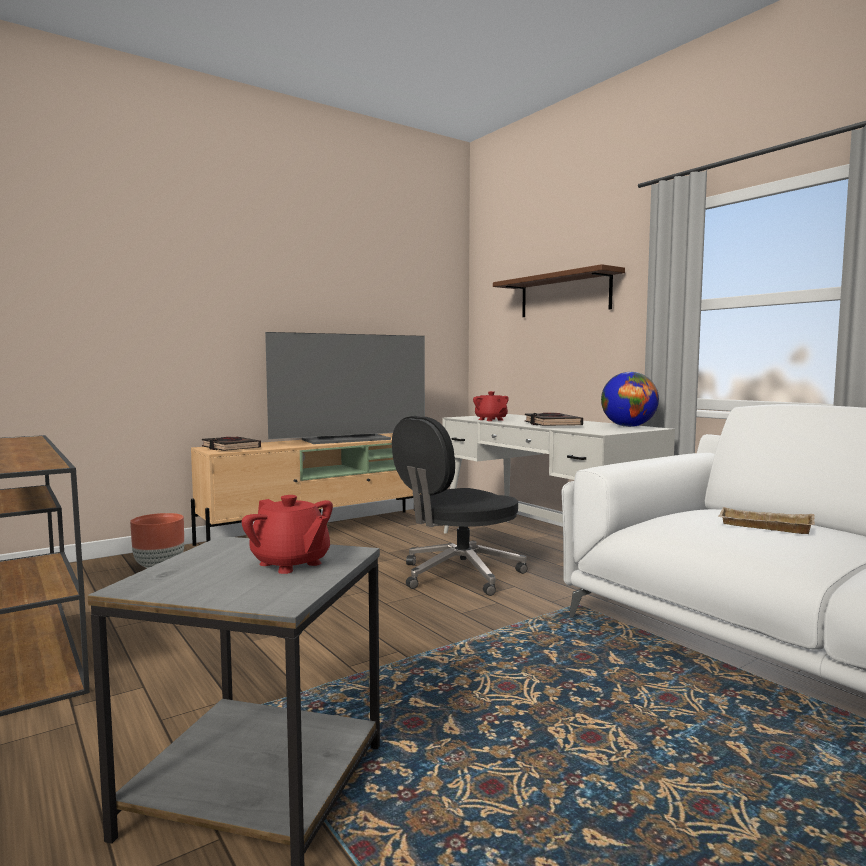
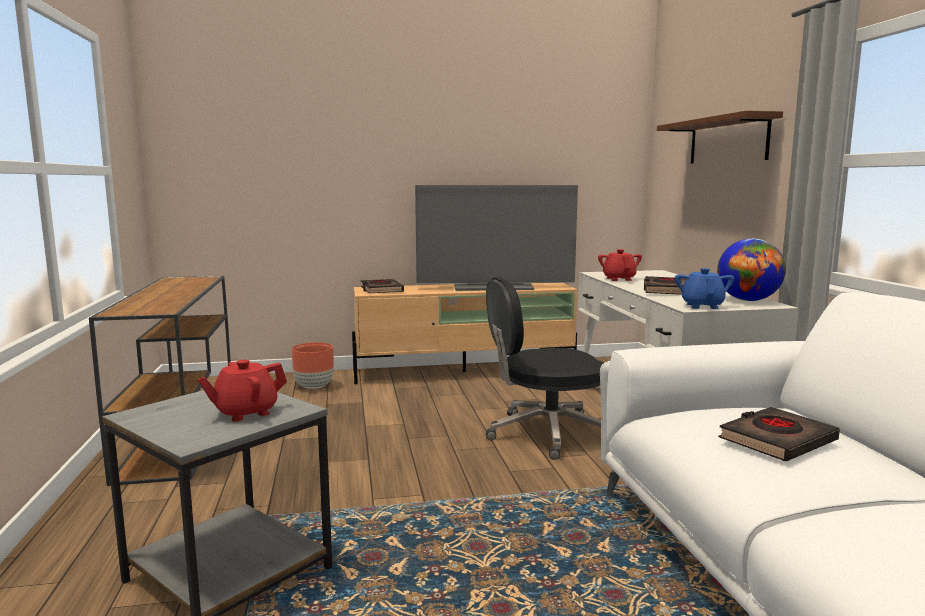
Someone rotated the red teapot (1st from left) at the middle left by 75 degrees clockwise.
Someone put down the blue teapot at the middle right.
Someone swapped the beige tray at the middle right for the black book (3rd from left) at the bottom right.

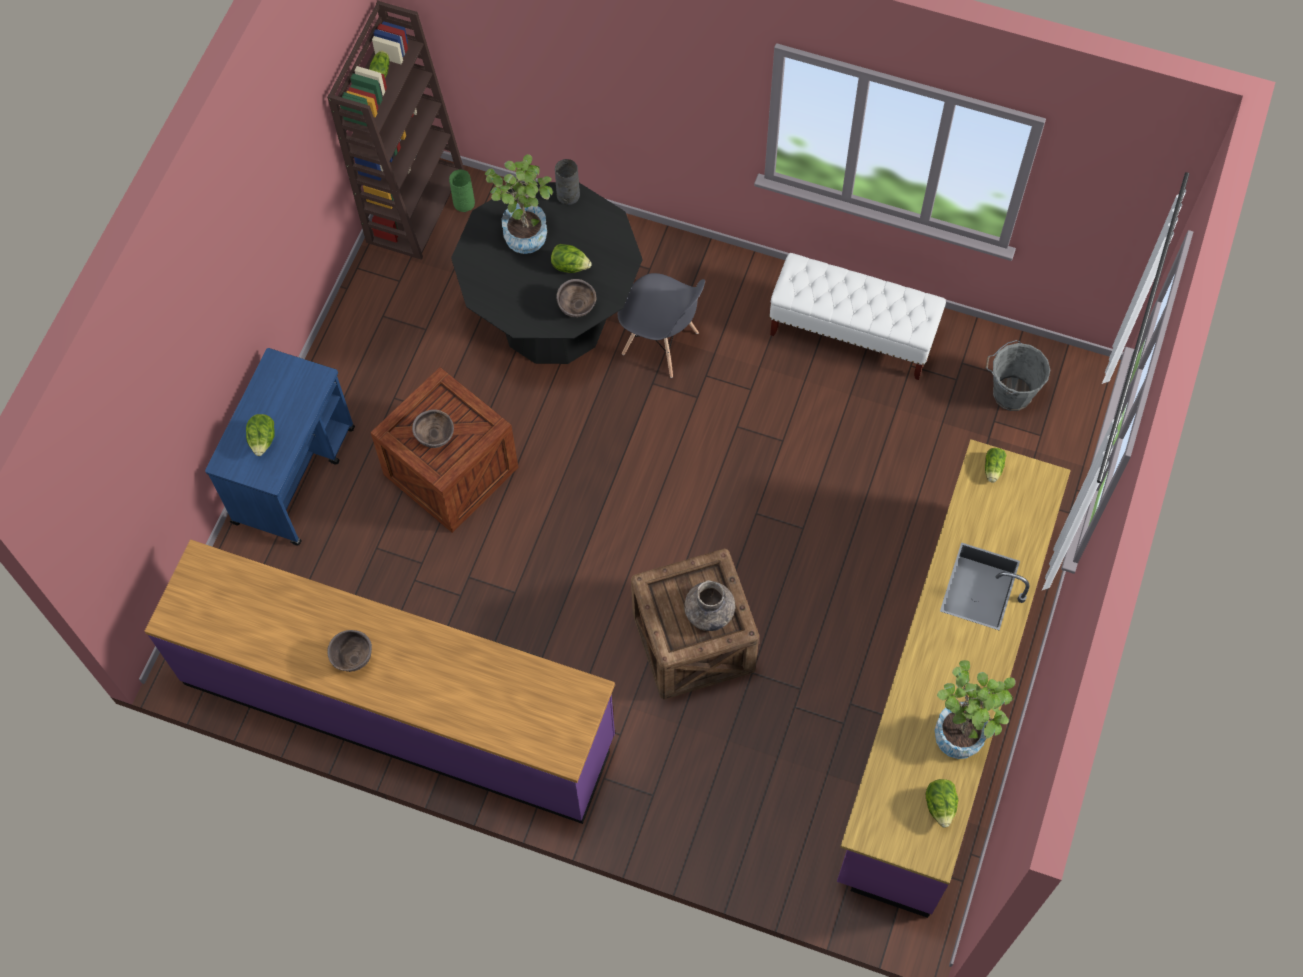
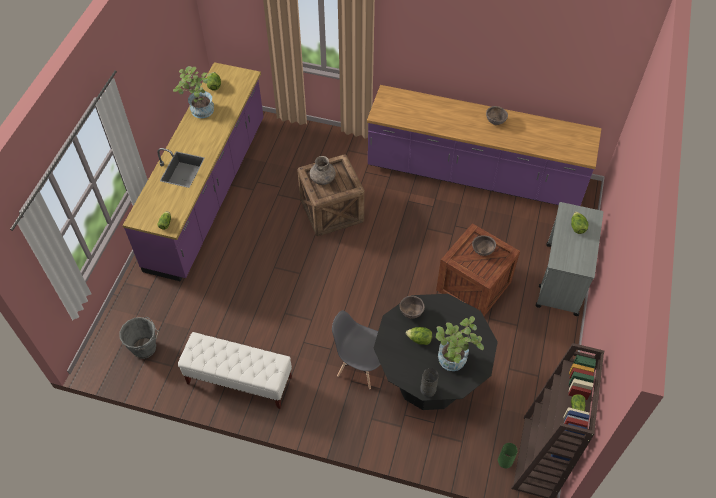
Someone repainted the blue cart at the middle left, which became the grey cart at the middle right.

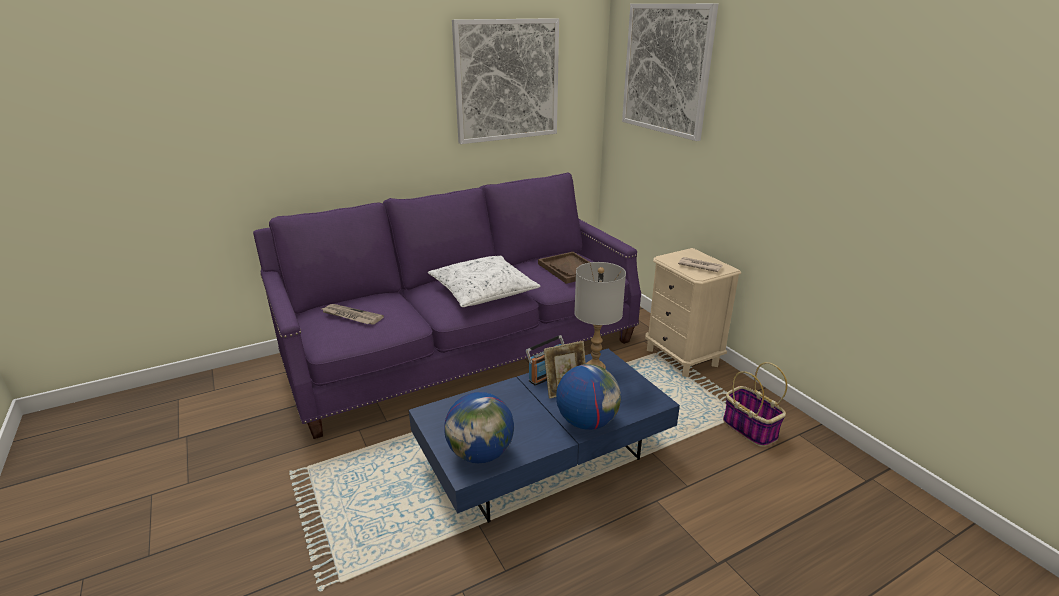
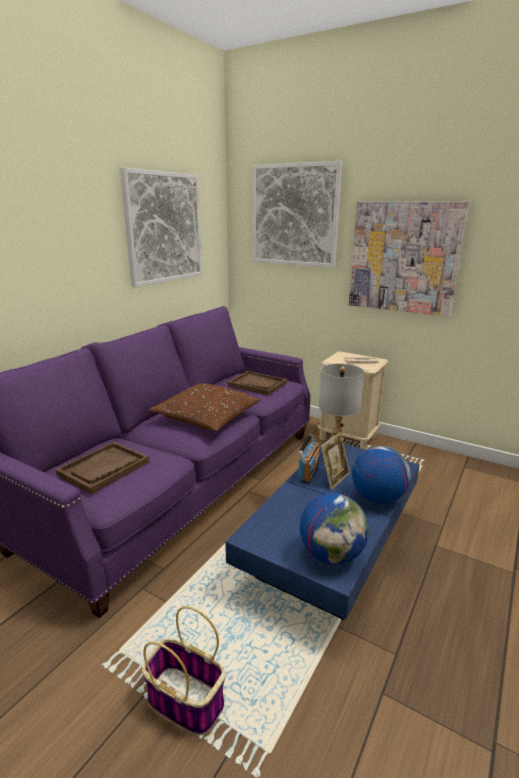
Someone swapped the newspaper (1st from left) at the centre for the brown tray (1st from left) at the middle left.
Someone carried the basket from the bottom right to the bottom centre.
Someone repainted the white pillow at the centre, which became the brown pillow at the centre.
Someone put up the picture (3rd from left) at the top right.

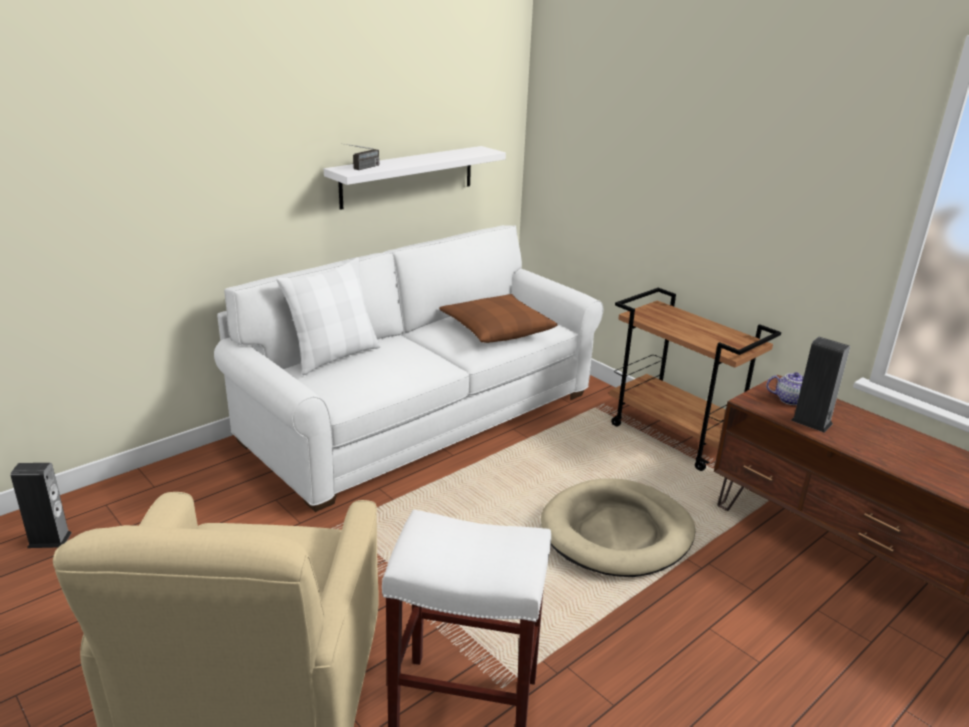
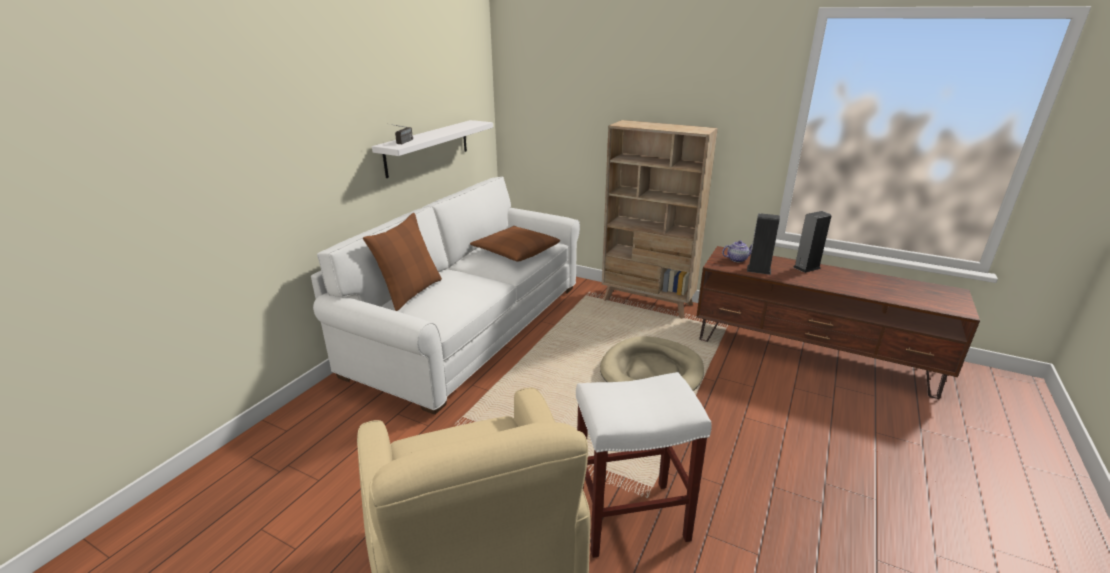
Someone repainted the white pillow at the centre, which became the brown pillow (1st from left) at the centre.
Someone swapped the brown cart at the middle right for the beige bookcase at the centre.
Someone carried the speaker (1st from left in the first image) from the bottom left to the middle right.

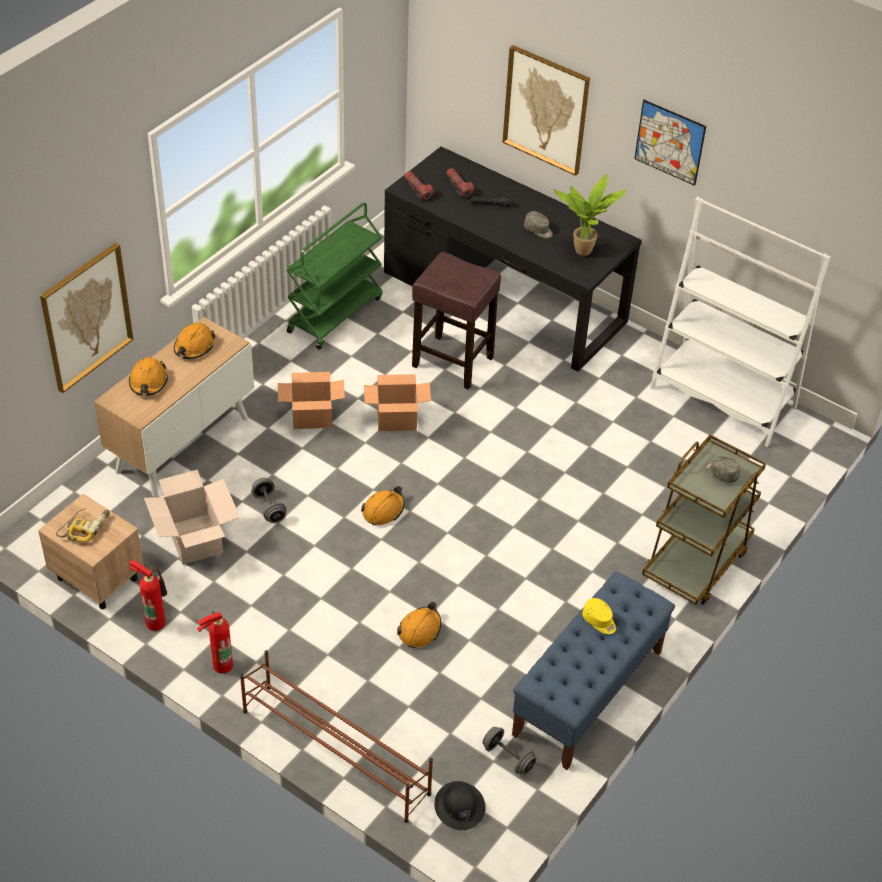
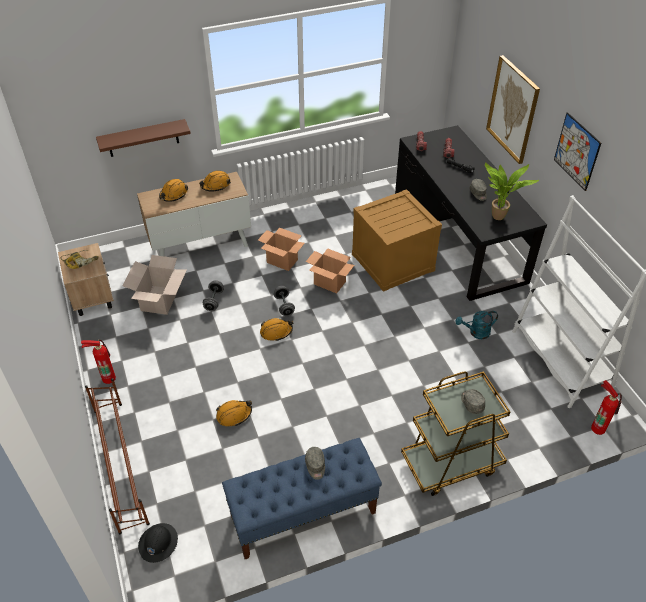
Someone swapped the picture (1st from left) at the middle left for the brown shelf at the top left.
Someone carried the grey dumbbell (2nd from left) from the bottom centre to the centre.
Someone repainted the yellow cap at the bottom right, which became the grey cap (1st from left) at the bottom centre.
Someone swapped the brown stool at the centre for the crate at the centre.
Someone put down the turquoise watering can at the middle right.
Someone carried the fire extinguisher (1st from left in the first image) from the bottom left to the bottom right.
Someone took away the green cart at the top centre.

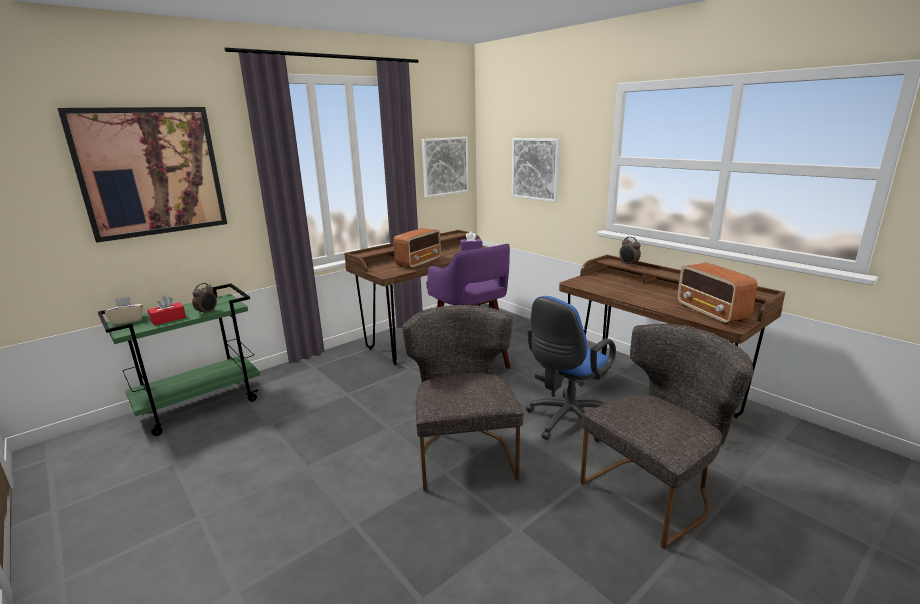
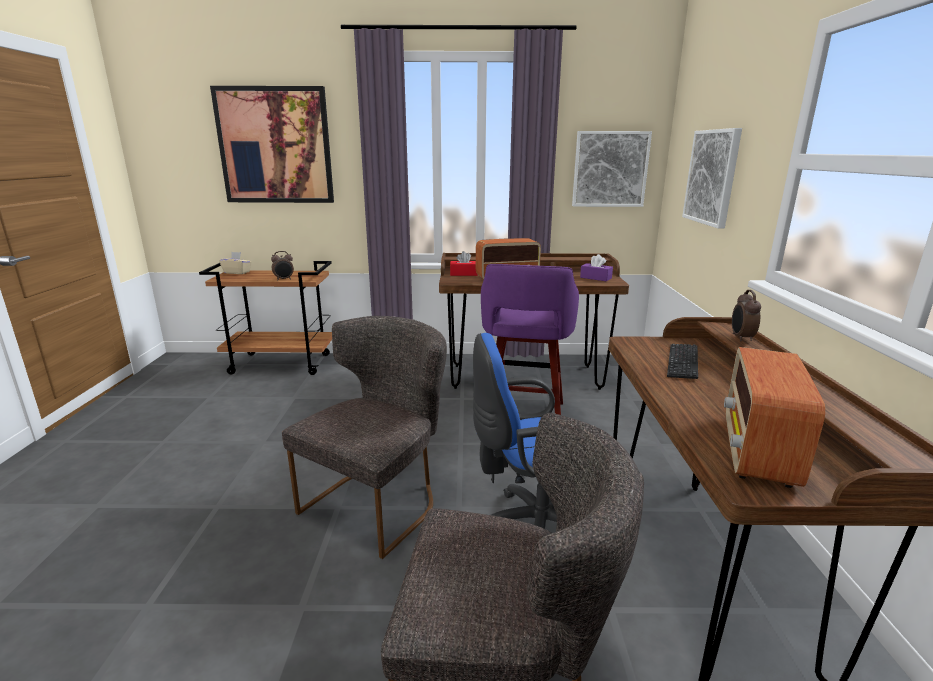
Someone repainted the green cart at the middle left, which became the brown cart at the middle left.
Someone carried the red tissue box from the middle left to the centre.
Someone put down the keyboard at the middle right.

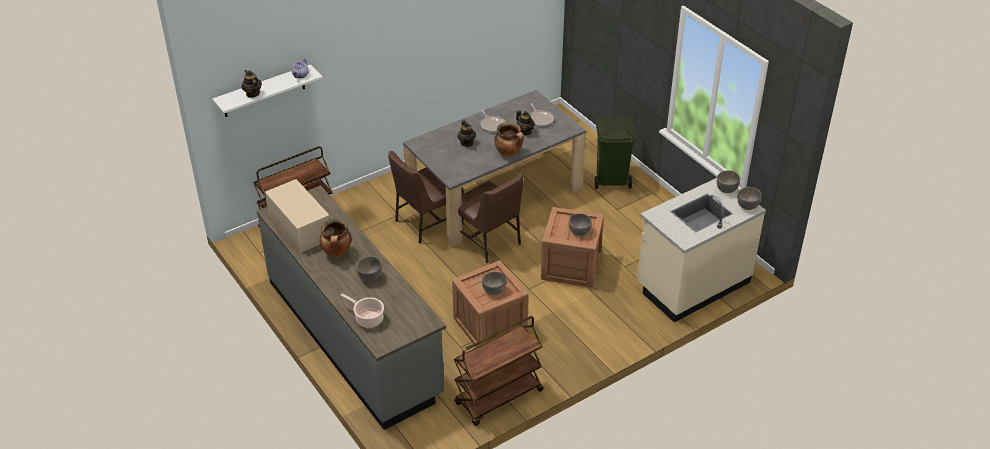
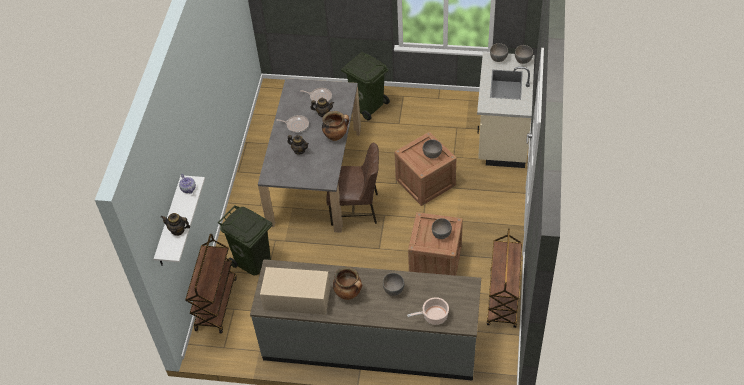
Someone put down the green trash can (1st from left) at the middle left.
Someone took away the brown chair (1st from left) at the centre.

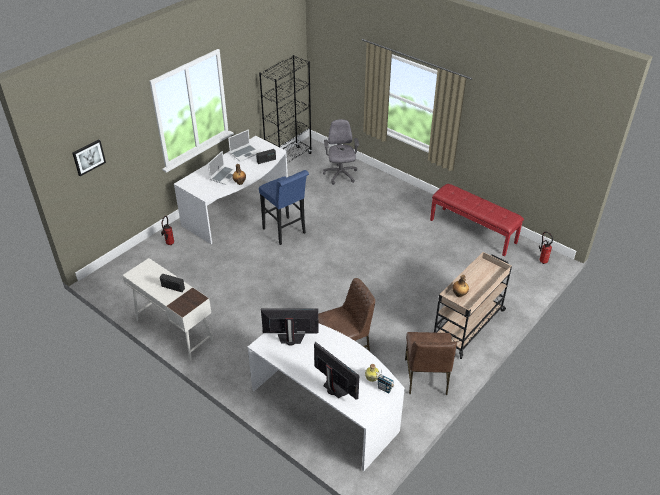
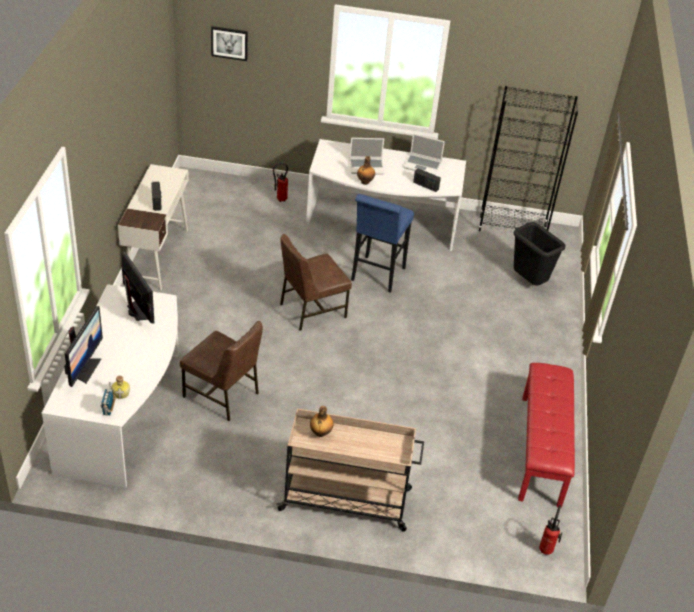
Someone carried the brown chair (2nd from left) from the bottom centre to the centre.
Someone swapped the grey office chair at the top centre for the black trash can at the middle right.

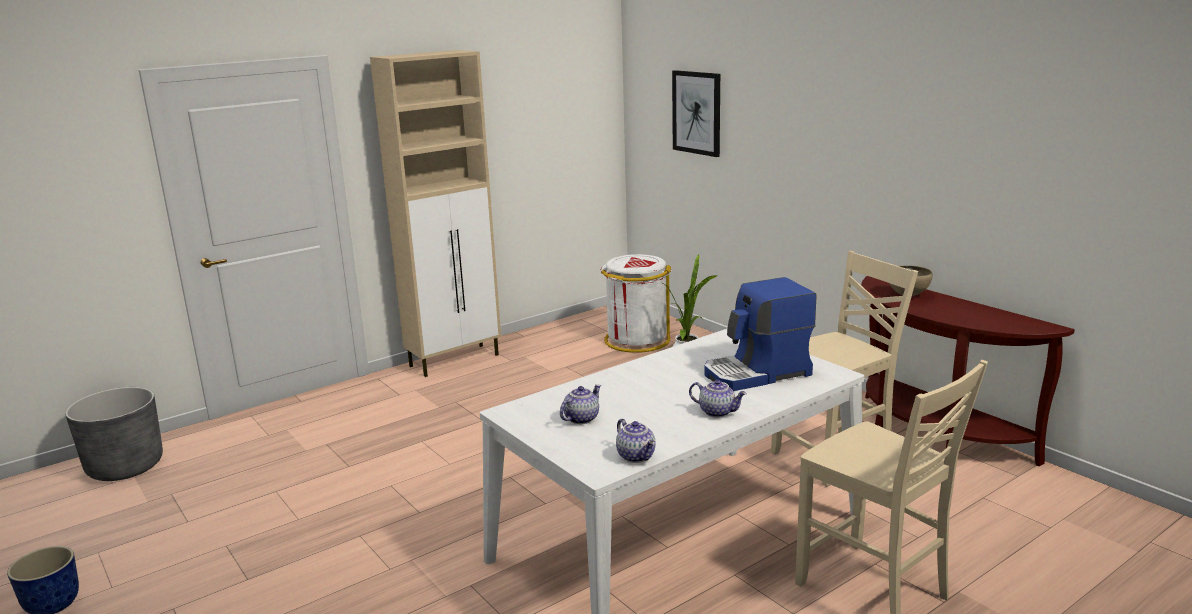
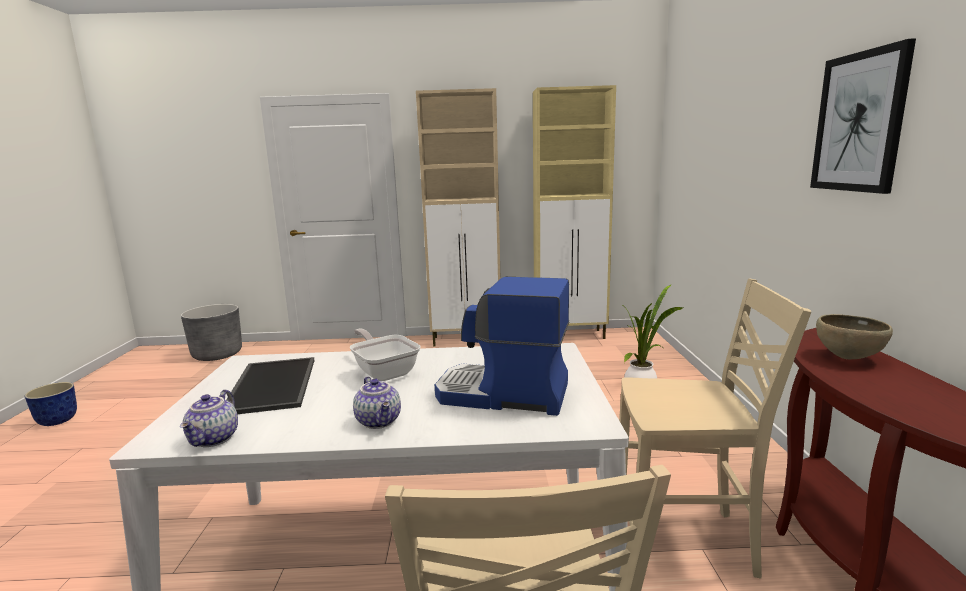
Someone swapped the teapot (1st from left) at the centre for the tray at the middle left.
Someone put down the frying pan at the centre.
Someone put down the beige cabinet (2nd from left) at the centre.
Someone carried the picture from the top centre to the top right.
Someone took away the white trash can at the centre.

